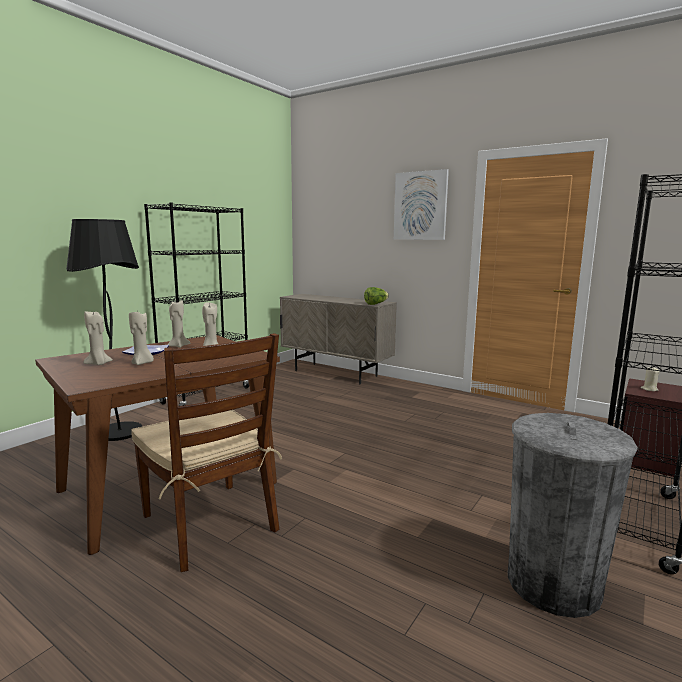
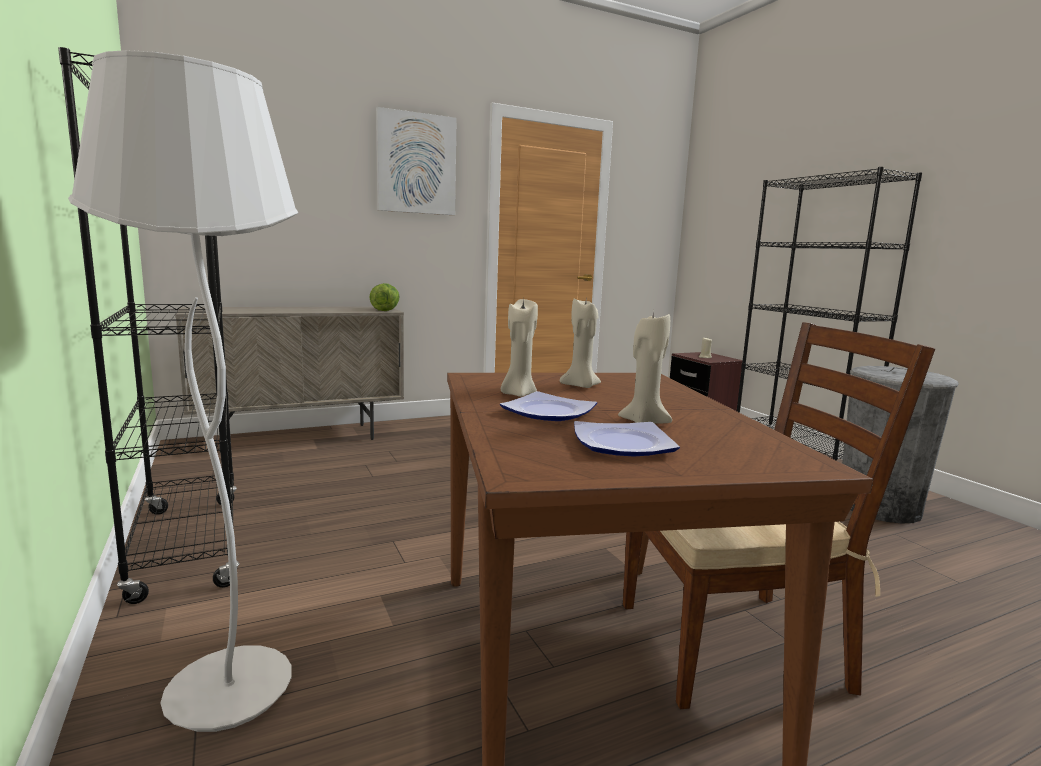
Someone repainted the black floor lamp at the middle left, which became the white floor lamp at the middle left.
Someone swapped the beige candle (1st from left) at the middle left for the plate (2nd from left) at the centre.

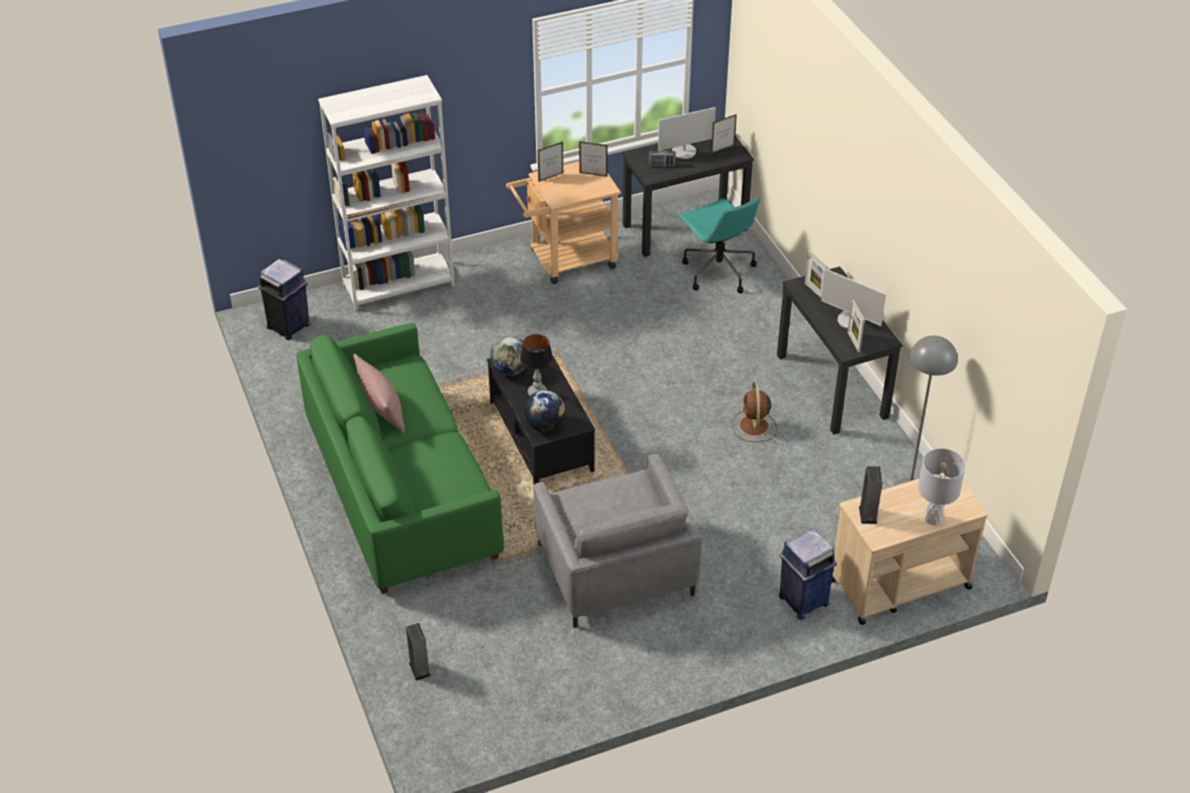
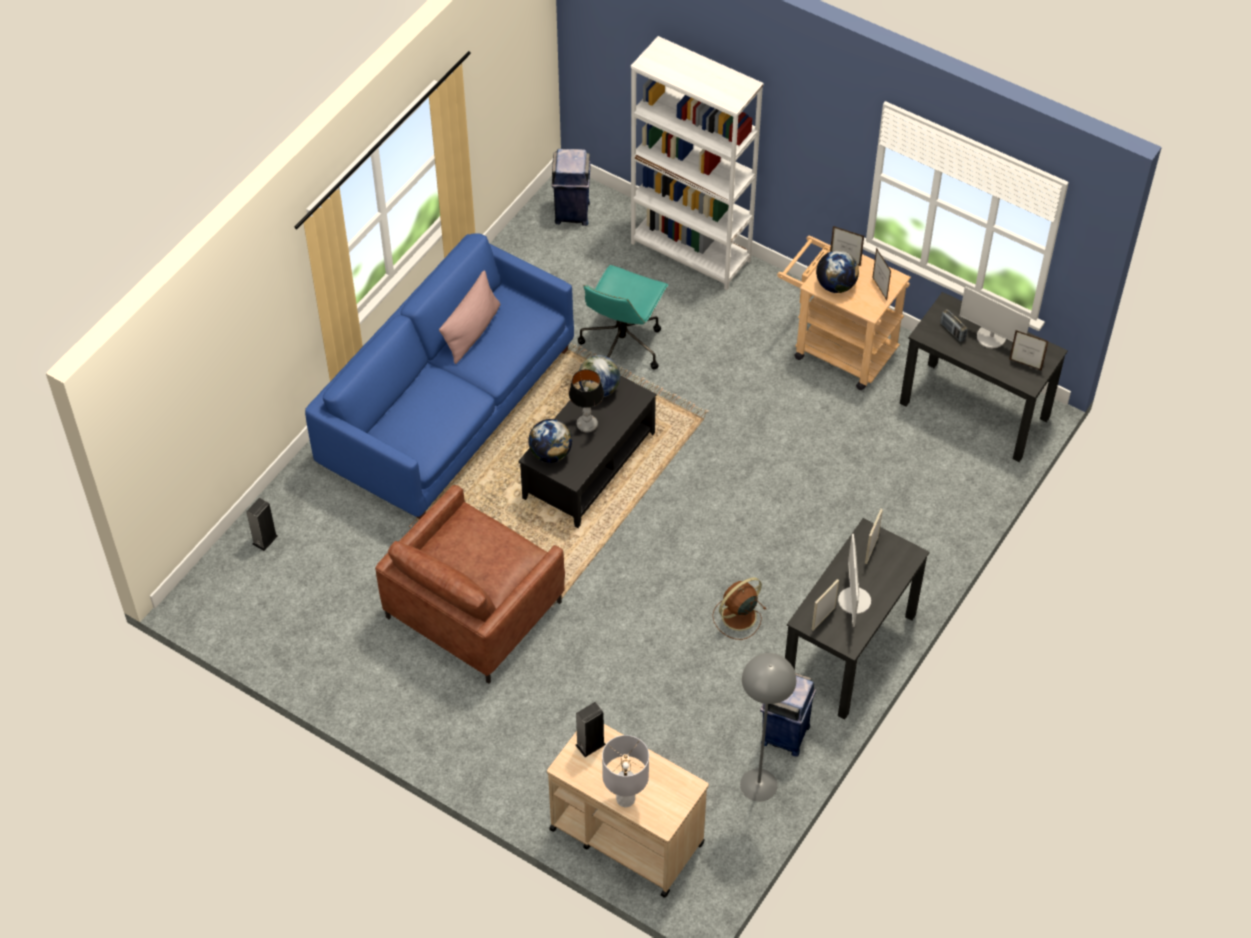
Someone repainted the green sofa at the centre, which became the blue sofa at the centre.
Someone repainted the grey armchair at the bottom centre, which became the brown armchair at the centre.
Someone carried the turquoise office chair from the top centre to the centre.
Someone carried the blue trash can (2nd from left) from the bottom right to the bottom centre.
Someone put down the globe (3rd from left) at the top right.

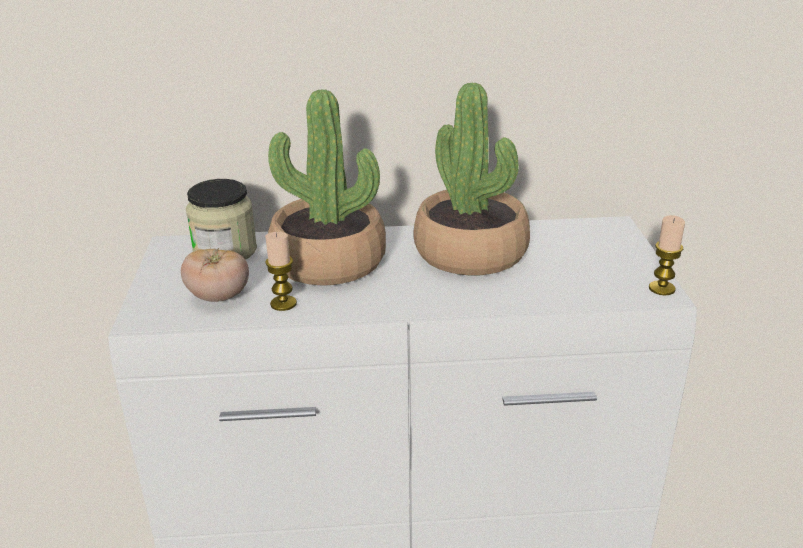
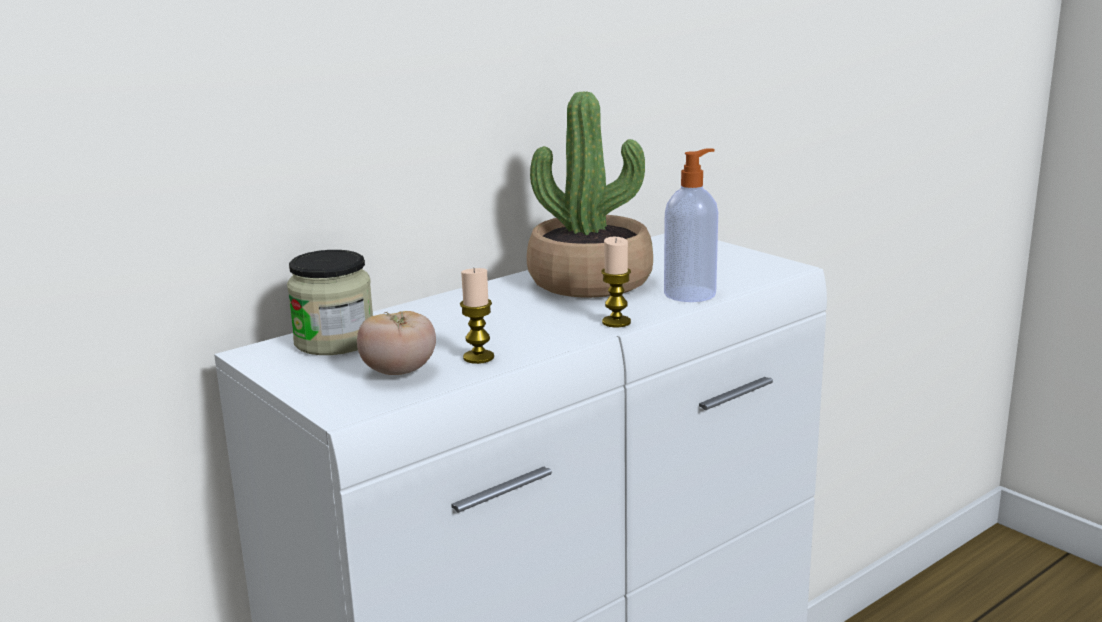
Someone carried the candle (2nd from left) from the middle right to the centre.
Someone put down the soap dispenser at the centre.
Someone took away the potted plant (1st from left) at the centre.

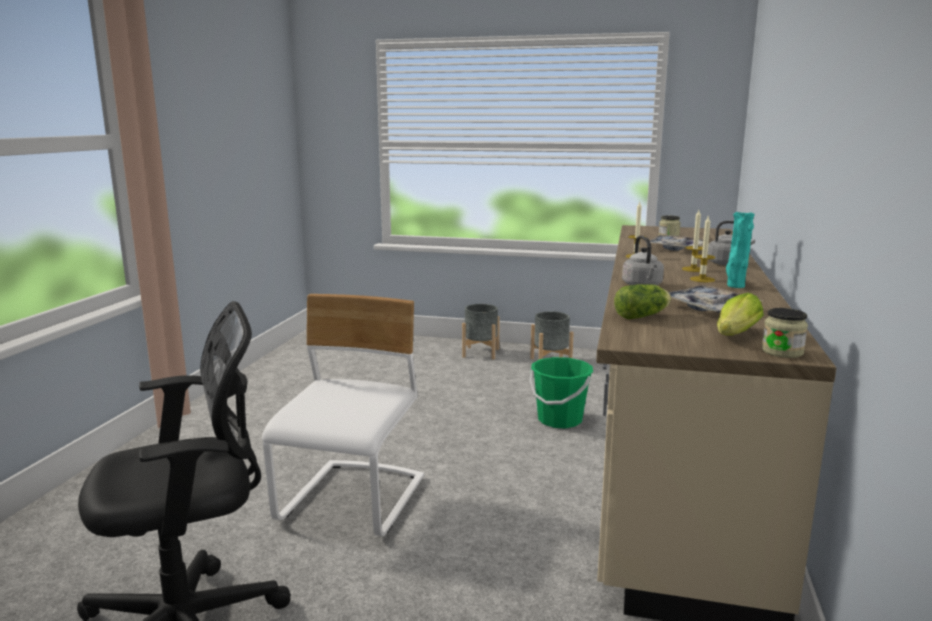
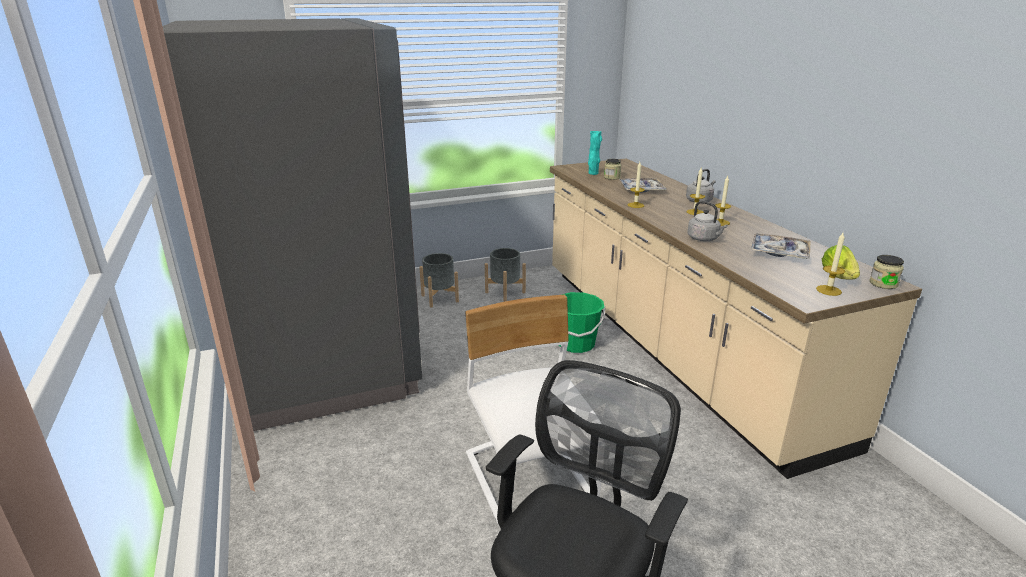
Someone put down the grey fridge at the middle left.
Someone carried the turquoise vase from the middle right to the top centre.
Someone put down the candle (4th from left) at the middle right.
Someone took away the lettuce (1st from left) at the middle right.

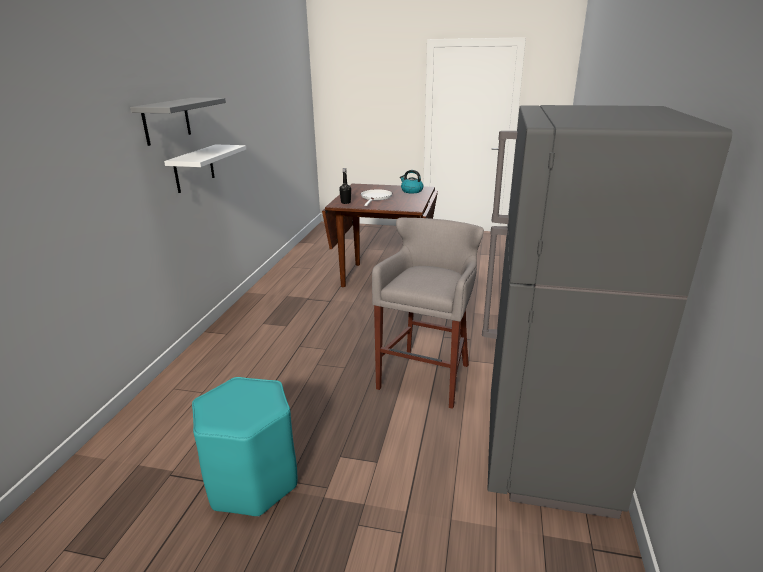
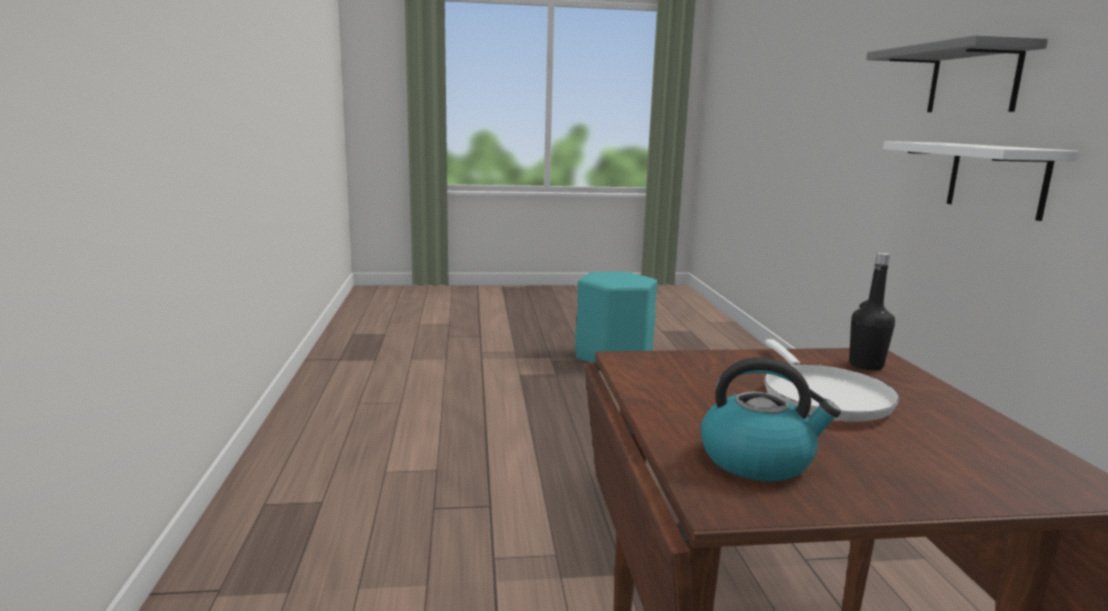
Someone took away the grey stool at the centre.
Someone took away the grey fridge at the middle right.

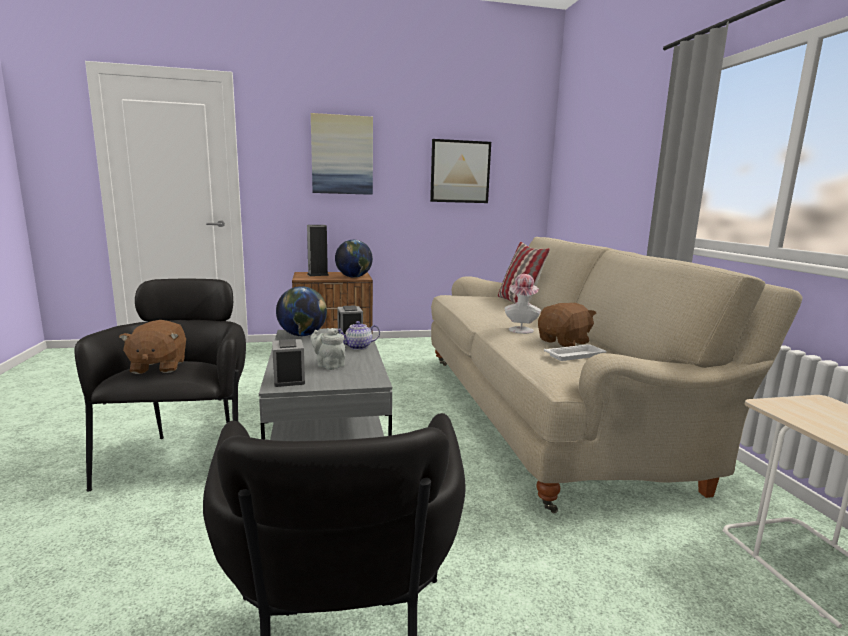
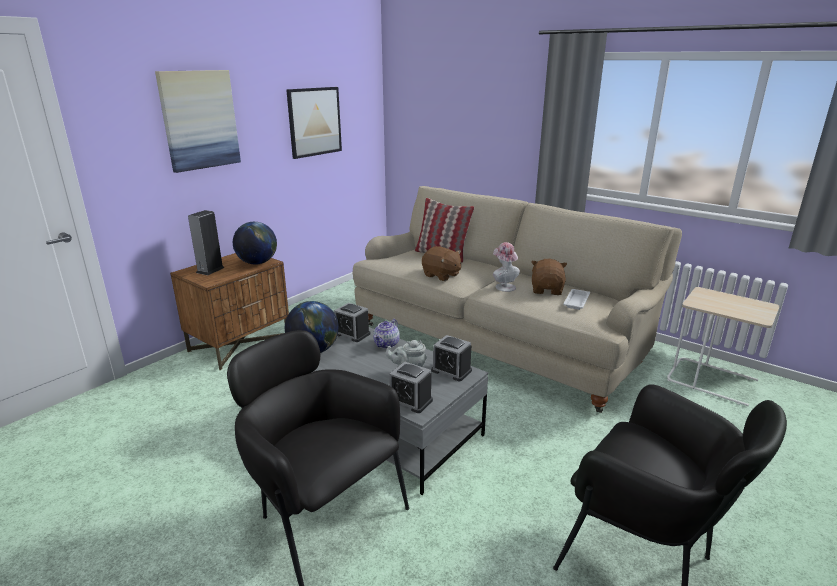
Someone carried the brown plush toy (1st from left) from the middle left to the centre.
Someone put down the alarm clock (3rd from left) at the centre.

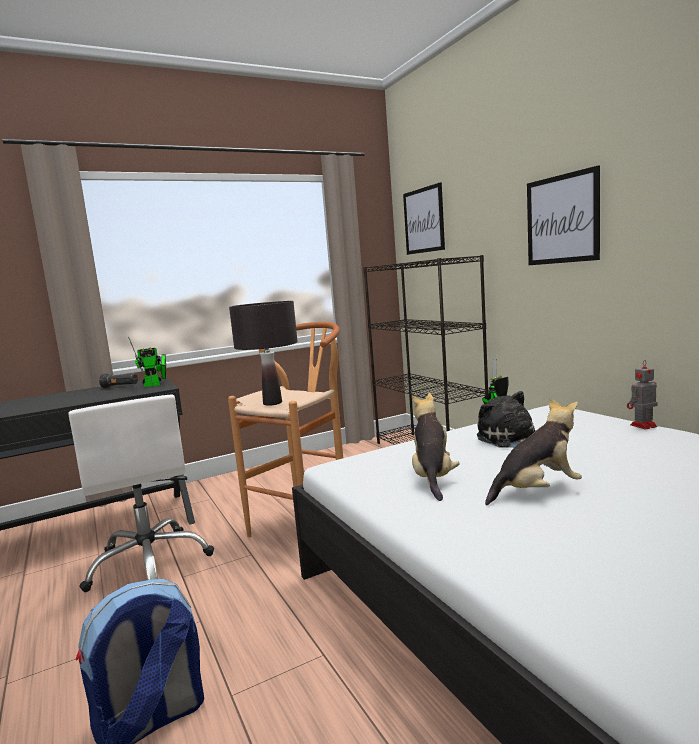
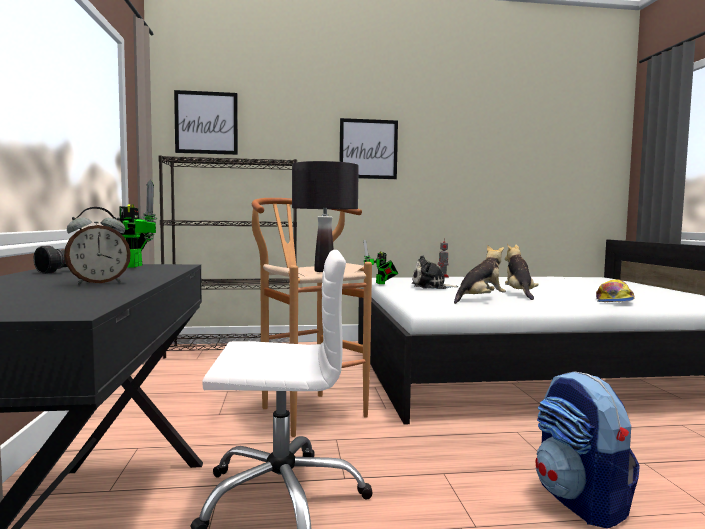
Someone put down the alarm clock at the middle left.
Someone rotated the plush toy (1st from left in the first image) at the centre by 120 degrees clockwise.
Someone put down the cap at the middle right.

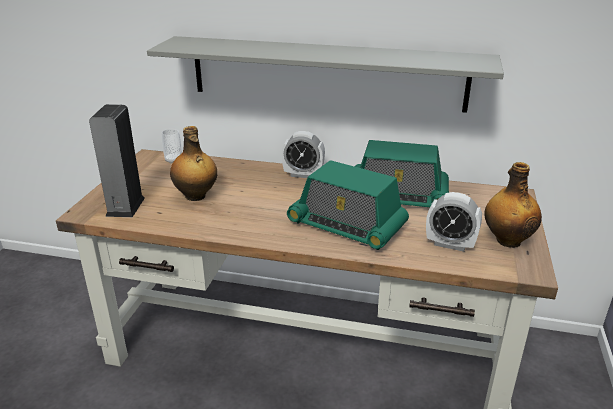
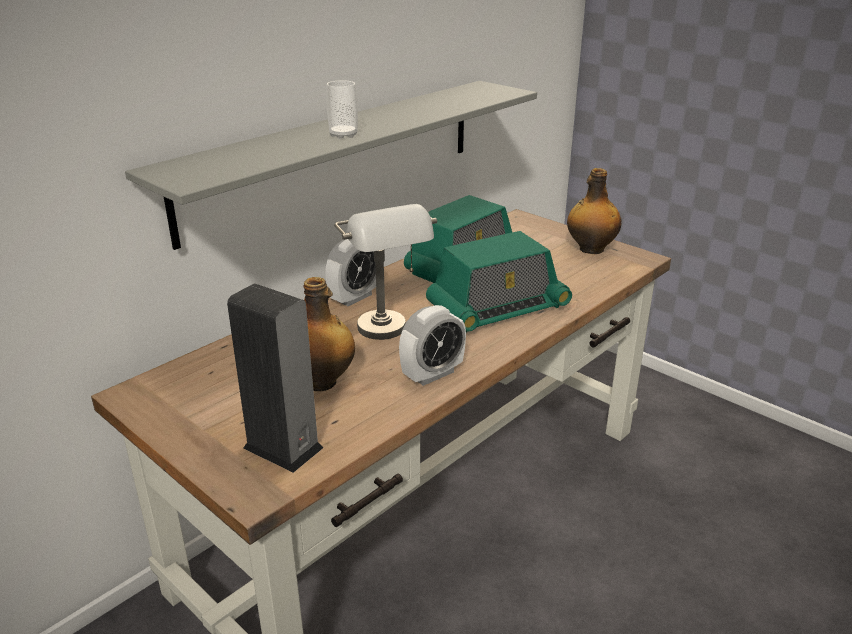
Someone carried the cup from the middle left to the top centre.
Someone put down the grey table lamp at the centre.
Someone carried the alarm clock (2nd from left) from the middle right to the centre.

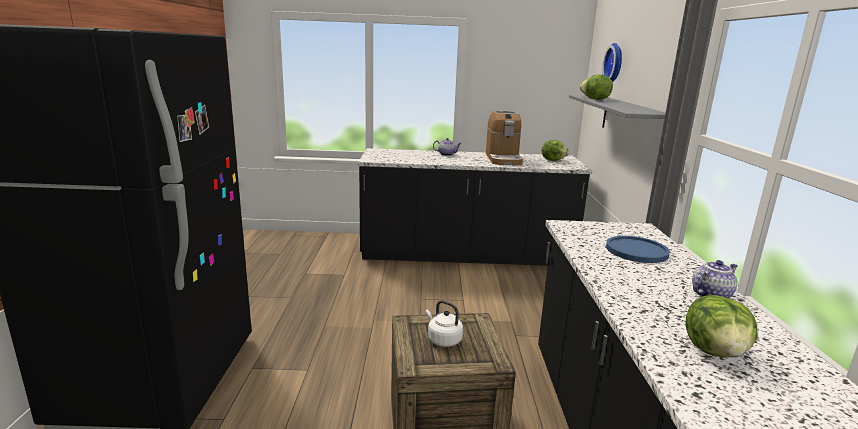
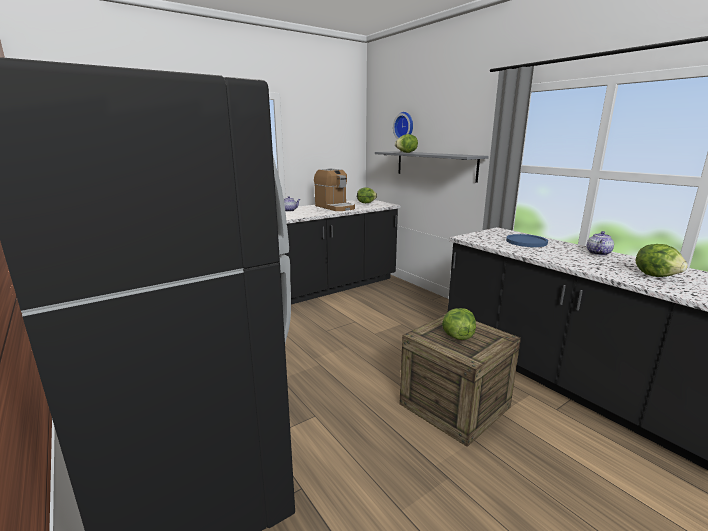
Someone swapped the white kettle at the bottom centre for the lettuce (3rd from left) at the centre.

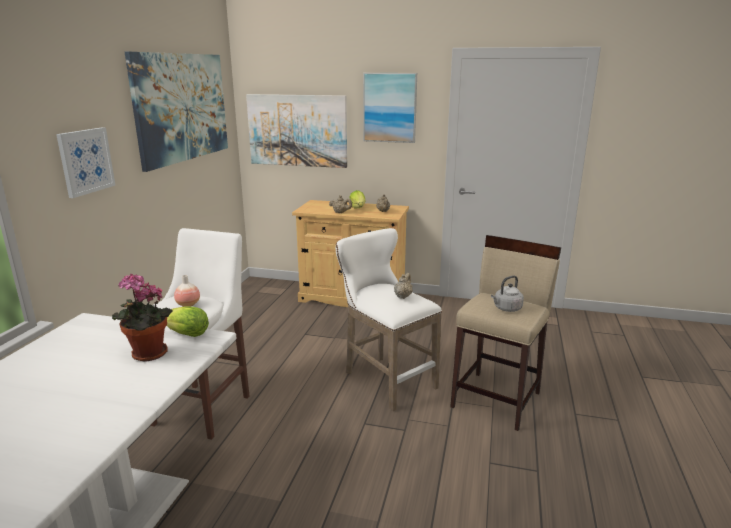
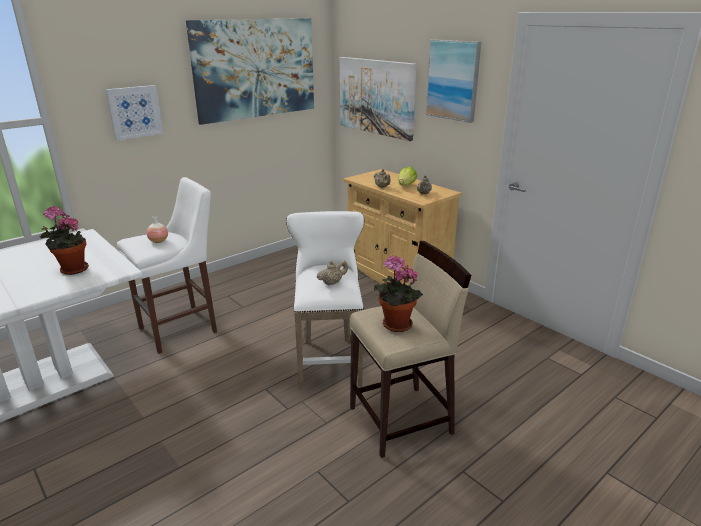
Someone swapped the grey kettle at the middle right for the potted plant (2nd from left) at the centre.
Someone took away the lettuce (1st from left) at the middle left.

